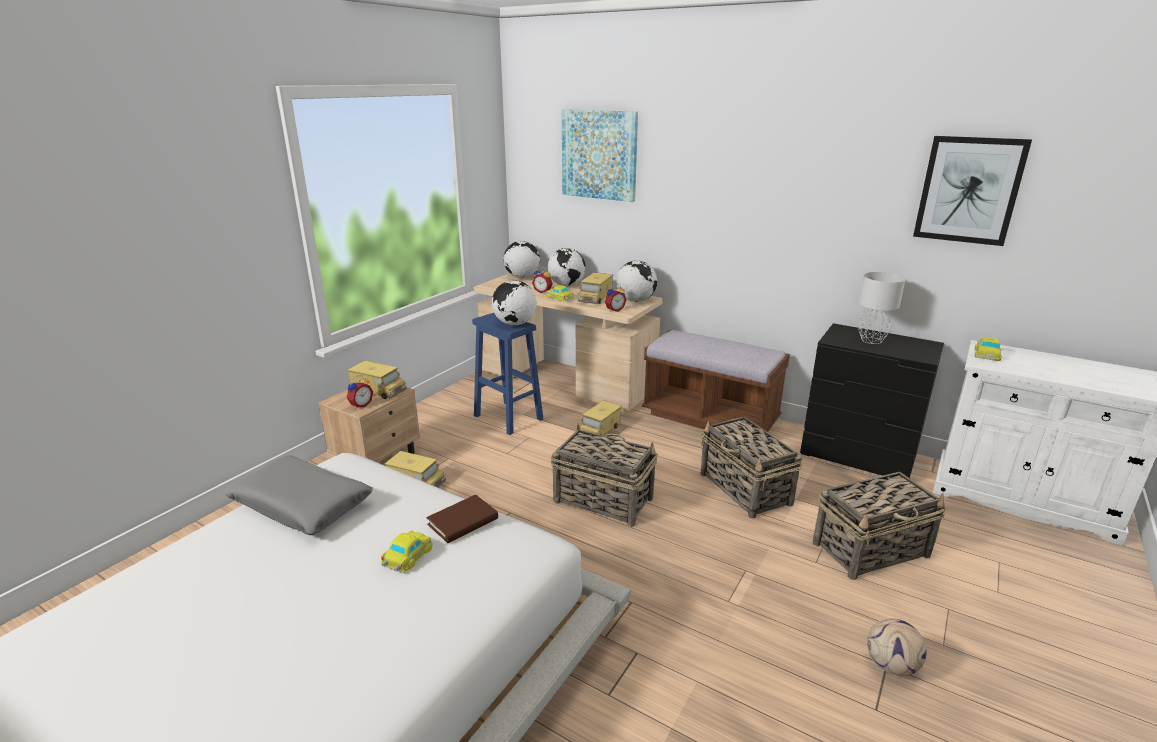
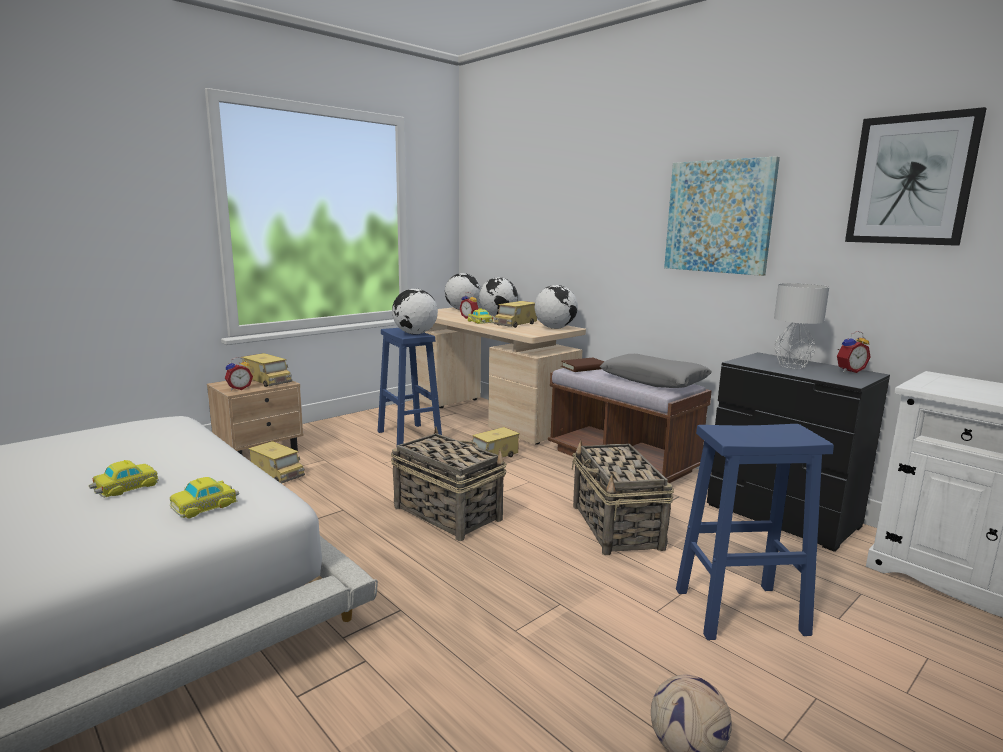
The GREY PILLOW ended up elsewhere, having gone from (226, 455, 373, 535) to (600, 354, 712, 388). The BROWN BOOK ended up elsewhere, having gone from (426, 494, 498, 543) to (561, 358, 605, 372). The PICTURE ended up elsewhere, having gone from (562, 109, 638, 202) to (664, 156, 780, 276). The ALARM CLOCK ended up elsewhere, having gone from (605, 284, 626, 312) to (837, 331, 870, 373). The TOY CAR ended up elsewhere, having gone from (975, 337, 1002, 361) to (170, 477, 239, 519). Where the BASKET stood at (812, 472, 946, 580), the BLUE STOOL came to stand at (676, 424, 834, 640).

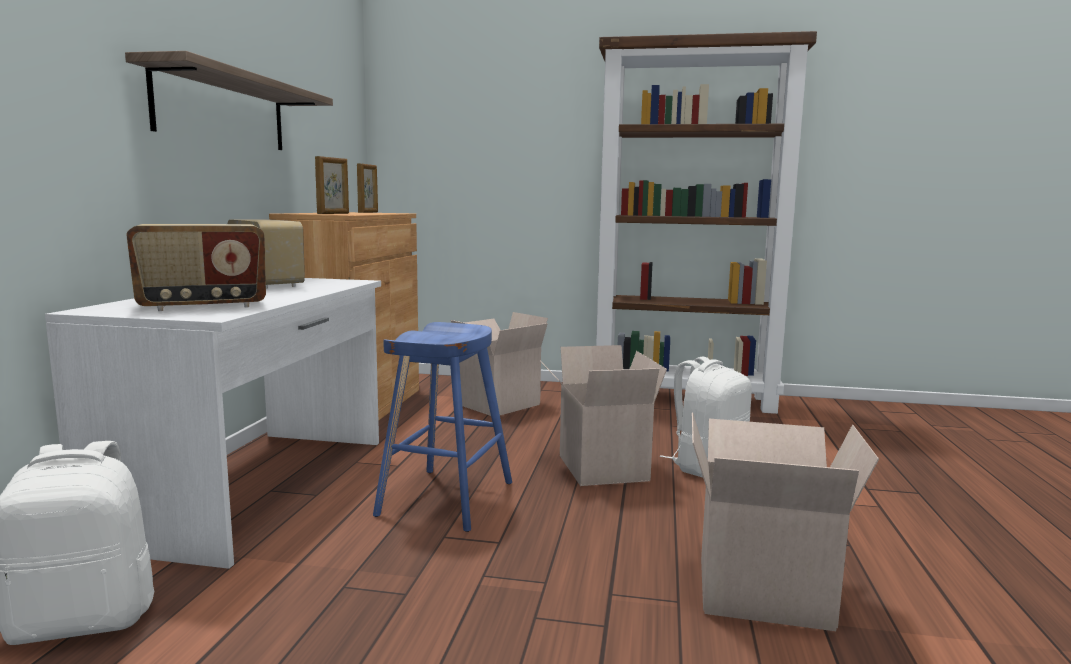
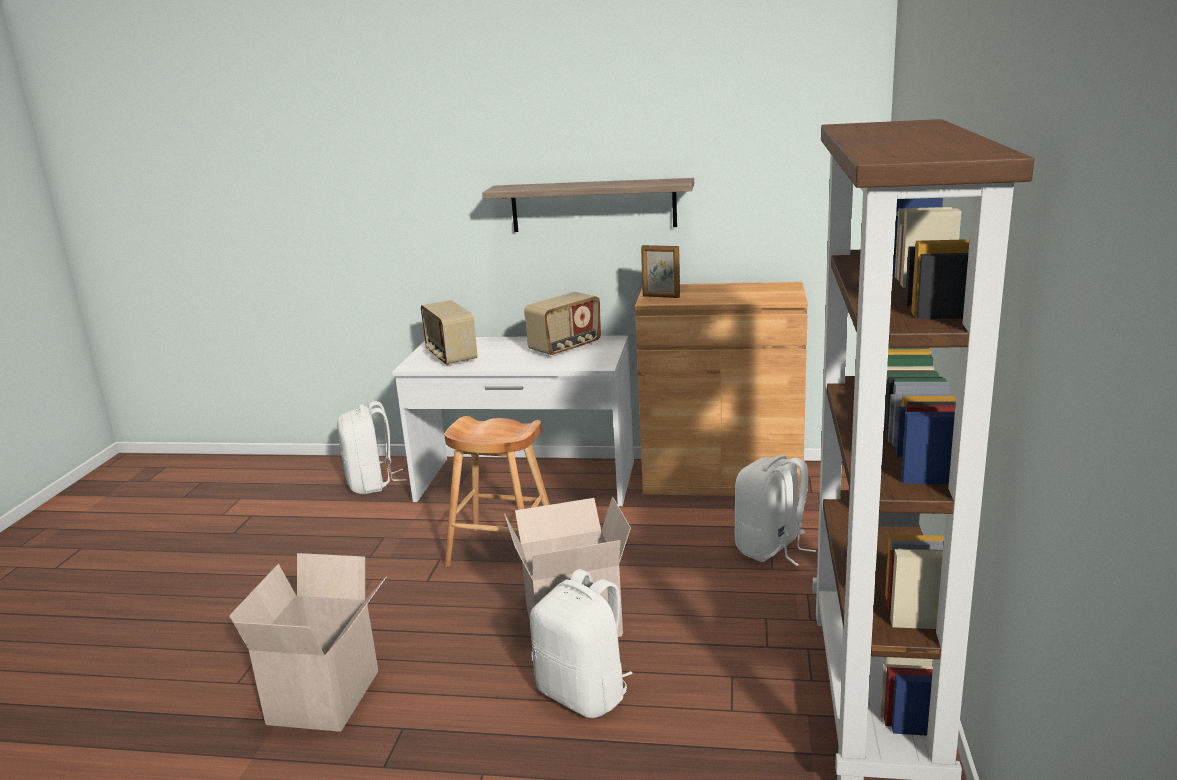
The second view lost the PICTURE FRAME at (357, 163, 378, 213). Where the CARDBOARD BOX stood at (451, 312, 548, 416), the WHITE BACKPACK came to stand at (735, 455, 816, 566). What was the BLUE STOOL at (373, 322, 512, 532) turned into the BROWN STOOL at (444, 416, 550, 568).

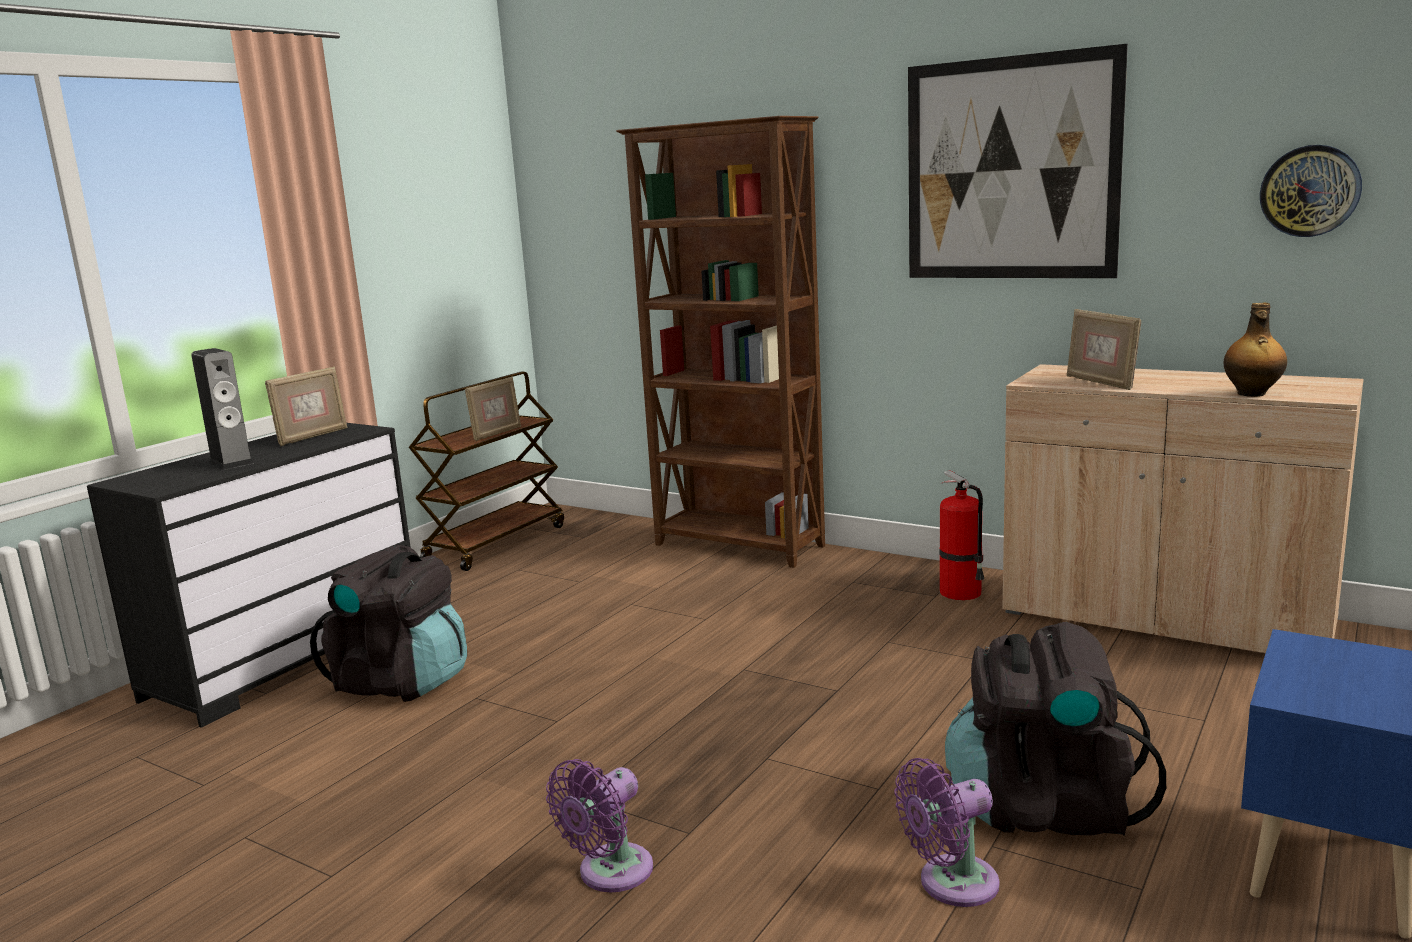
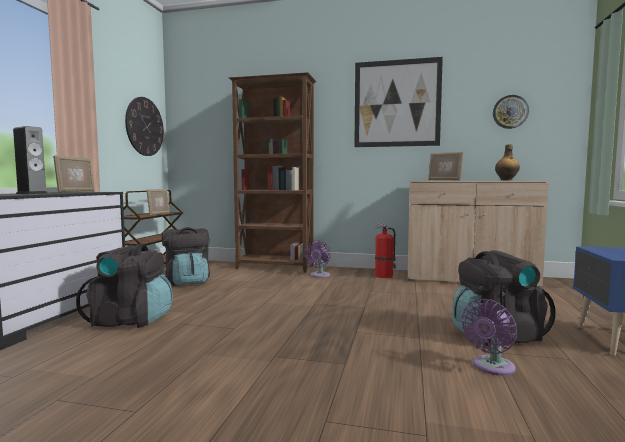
The second view gained the WALL CLOCK at (125, 97, 164, 156). The second view gained the BLACK BACKPACK at (162, 227, 210, 286). The PURPLE FAN ended up elsewhere, having gone from (546, 759, 653, 892) to (305, 240, 331, 278).

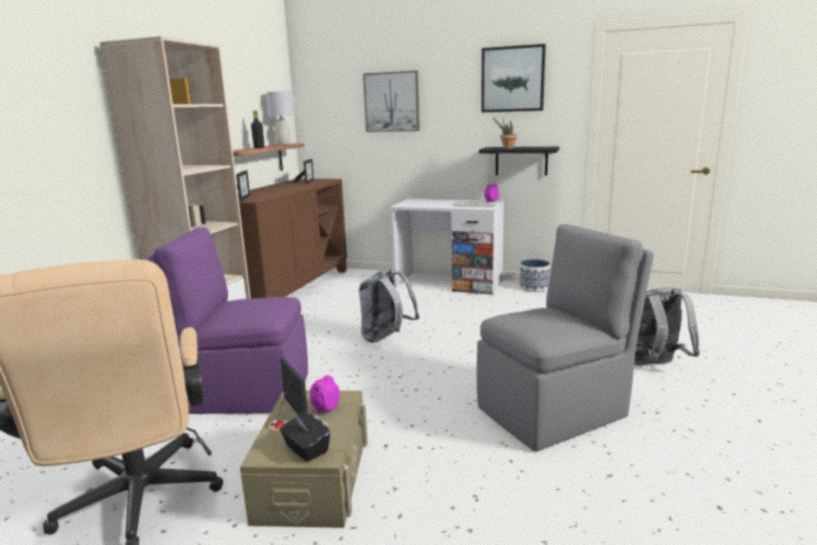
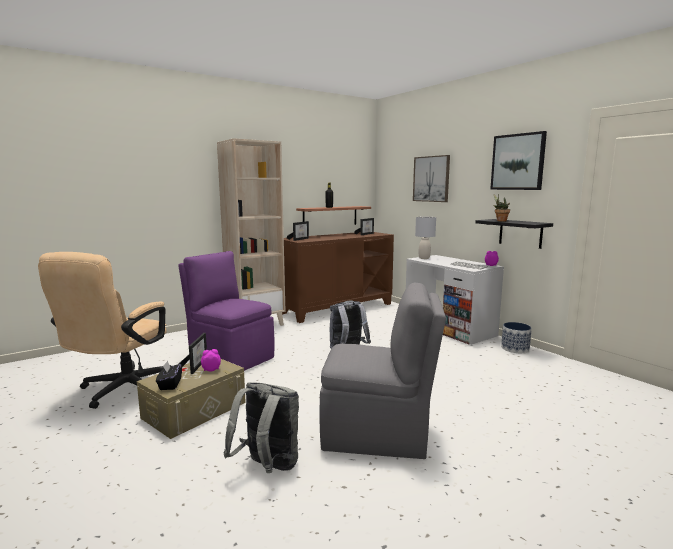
The GREY TABLE LAMP ended up elsewhere, having gone from (266, 91, 293, 145) to (415, 217, 436, 259). The GREY BACKPACK ended up elsewhere, having gone from (634, 287, 700, 365) to (224, 382, 299, 473).

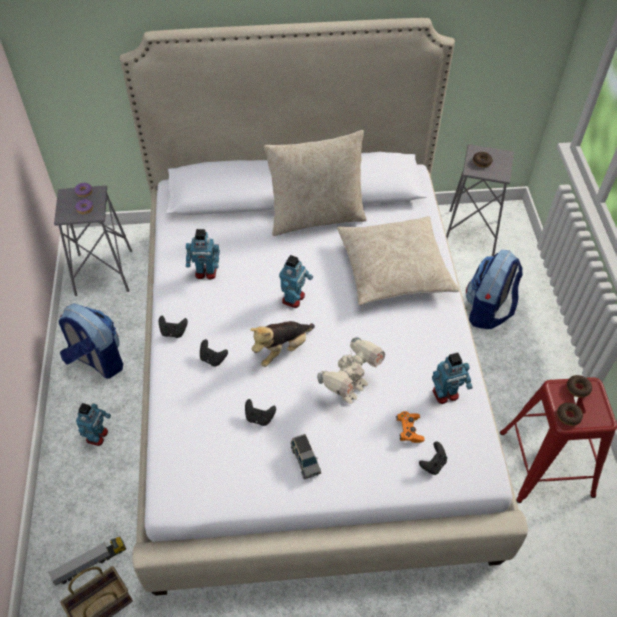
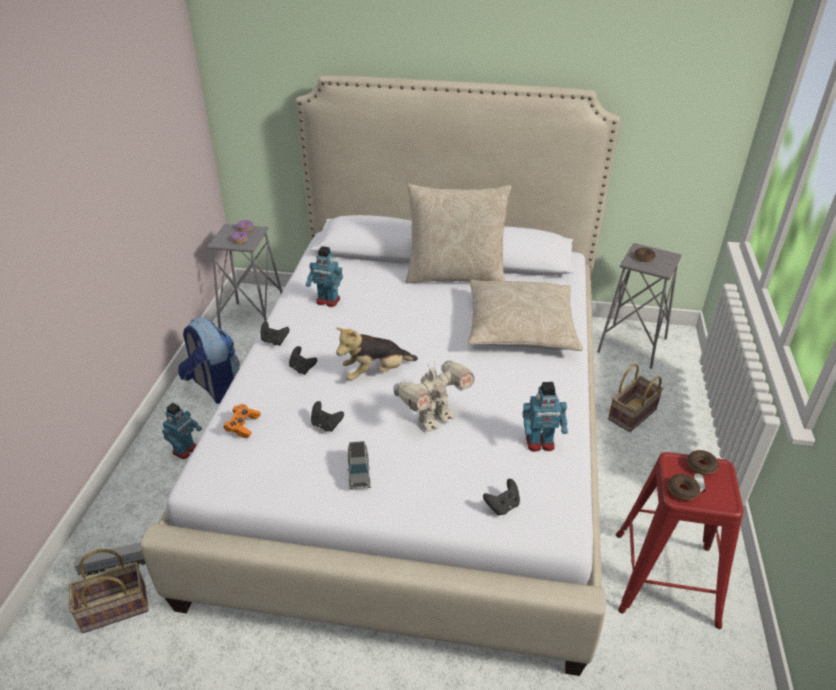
The second view lost the TOY ROBOT at (279, 255, 313, 308). The ORANGE GAME CONTROLLER ended up elsewhere, having gone from (396, 411, 425, 443) to (223, 404, 261, 438). Where the BACKPACK stood at (466, 250, 523, 329), the BASKET came to stand at (608, 364, 663, 432).

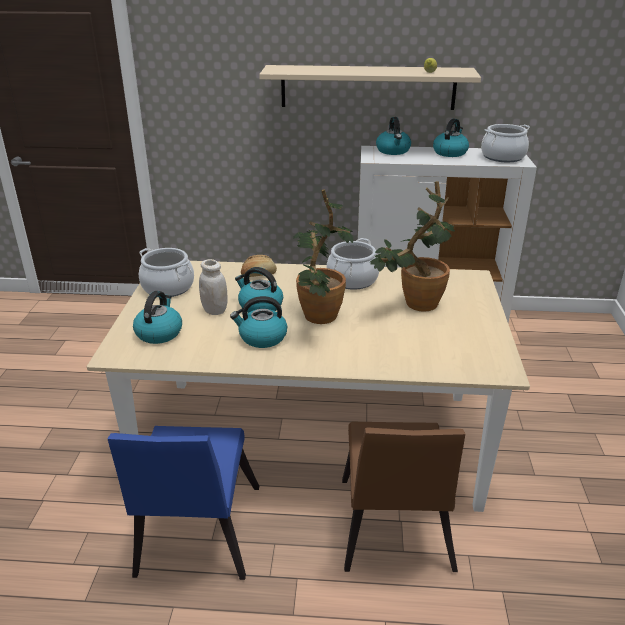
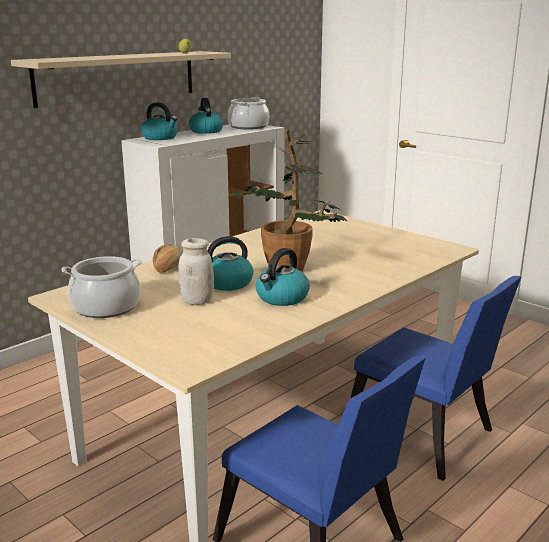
The second view lost the KETTLE at (133, 291, 182, 344). The second view lost the COOKING POT at (327, 238, 379, 289). The second view lost the POTTED PLANT at (370, 181, 455, 312). What was the BROWN CHAIR at (342, 422, 465, 572) turned into the BLUE CHAIR at (350, 276, 522, 481).

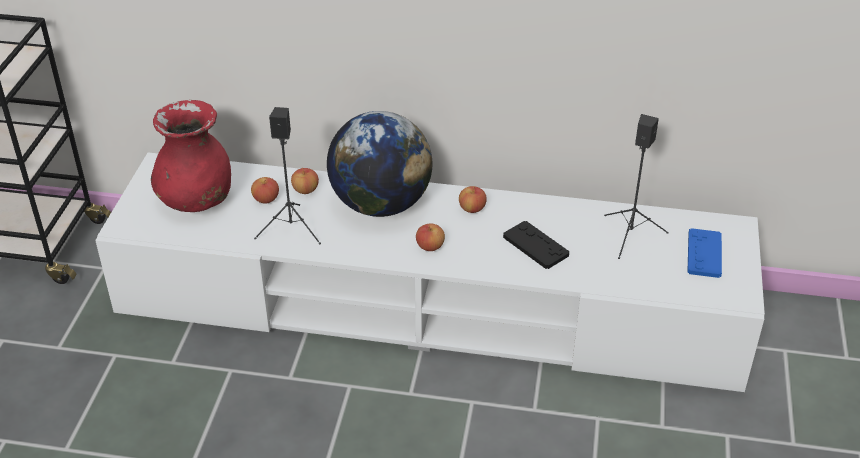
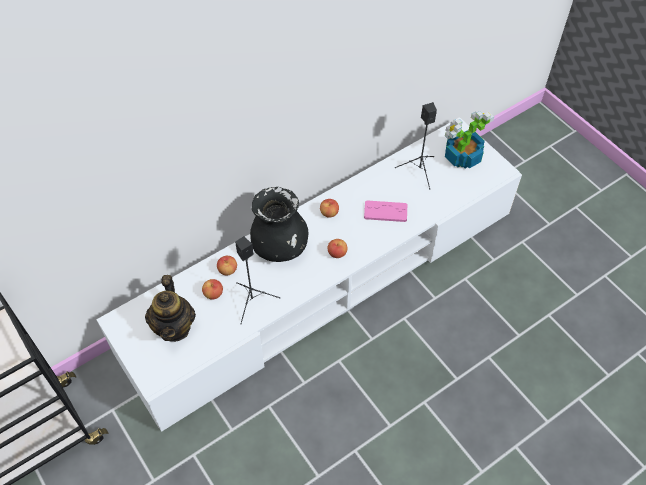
Where the RED VASE stood at (151, 100, 231, 212), the TEAPOT came to stand at (145, 275, 196, 342). Where the GLOBE stood at (327, 111, 433, 217), the BLACK VASE came to stand at (250, 187, 308, 262). Where the BLUE GAME CONTROLLER stood at (687, 228, 722, 278), the POTTED PLANT came to stand at (445, 111, 494, 169). What was the BLACK GAME CONTROLLER at (503, 221, 569, 269) turned into the PINK GAME CONTROLLER at (364, 200, 407, 222).

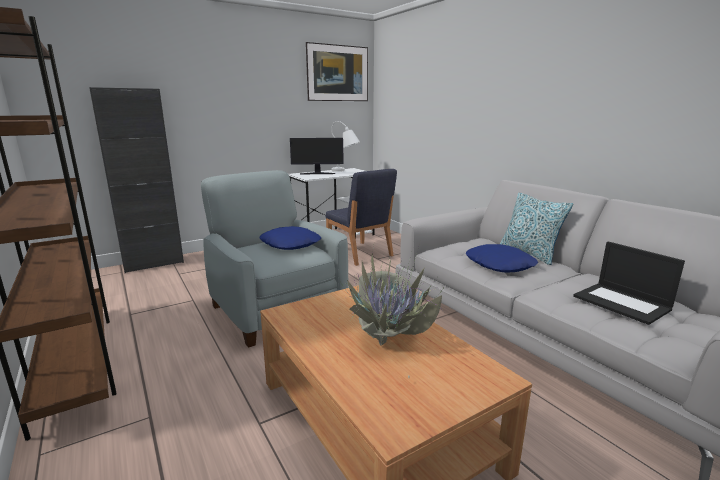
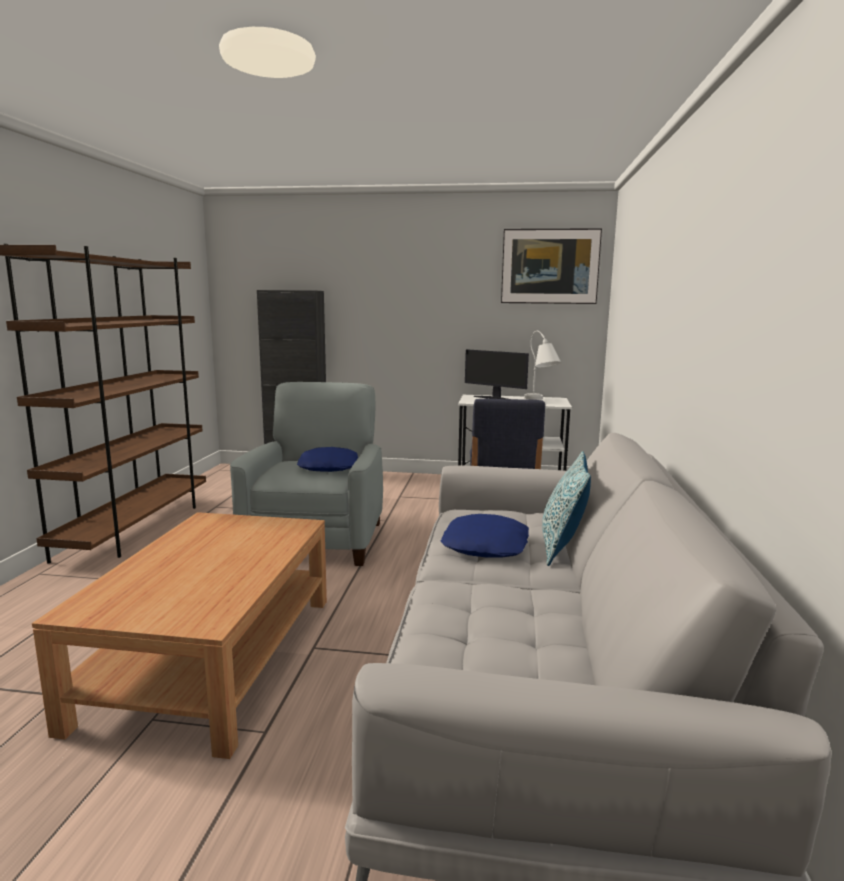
The second view lost the POTTED PLANT at (339, 245, 445, 378). The second view lost the LAPTOP at (573, 241, 685, 325).

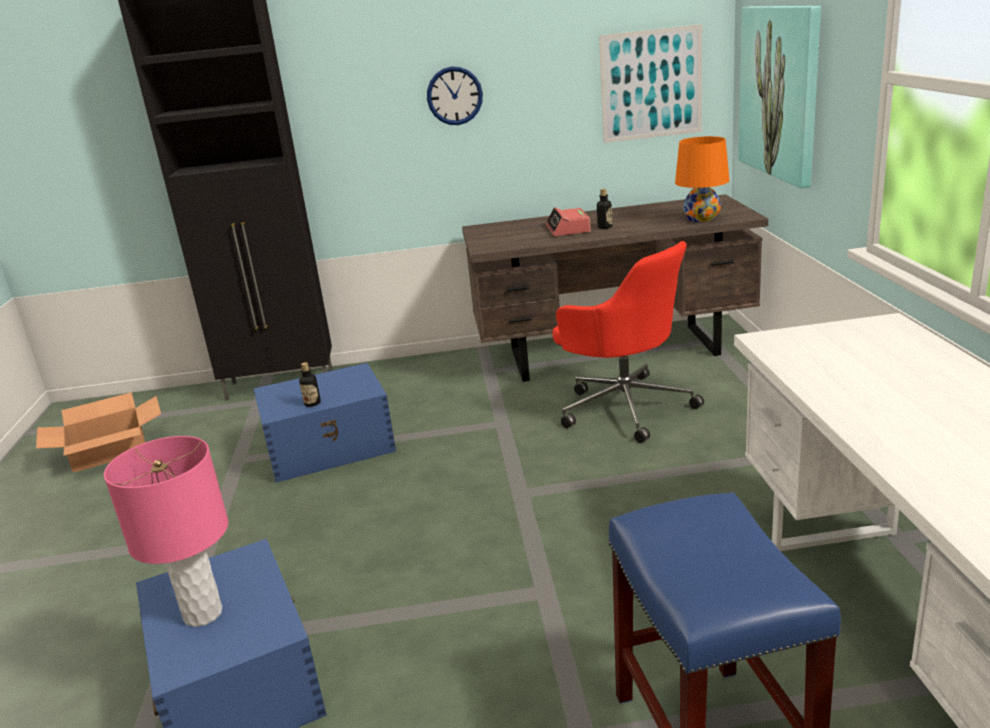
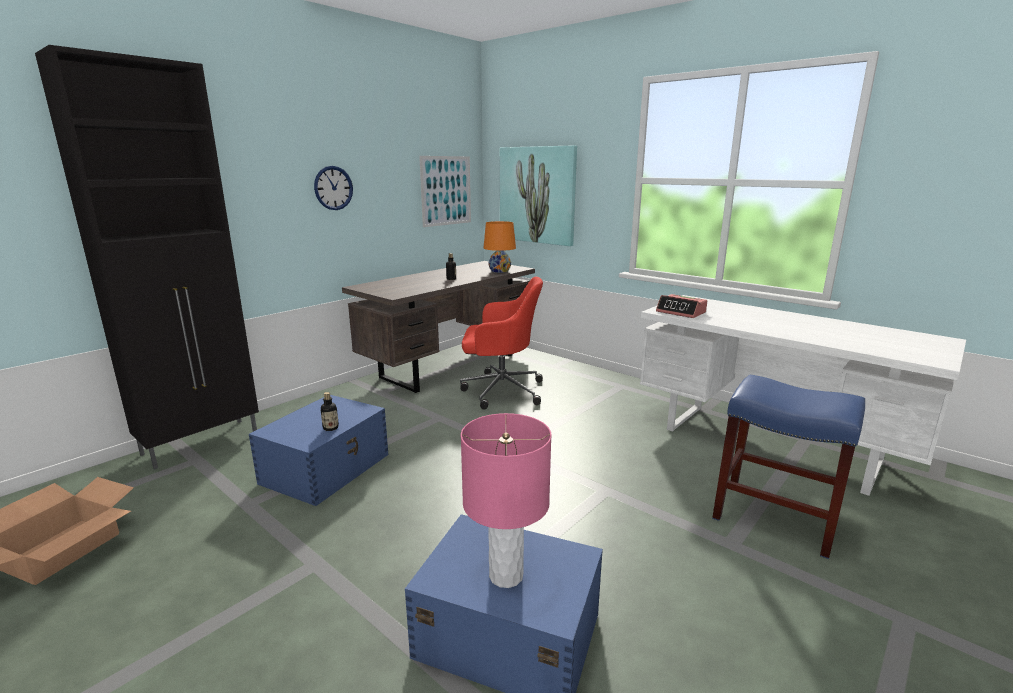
The ALARM CLOCK ended up elsewhere, having gone from (546, 207, 591, 236) to (656, 294, 707, 318).

